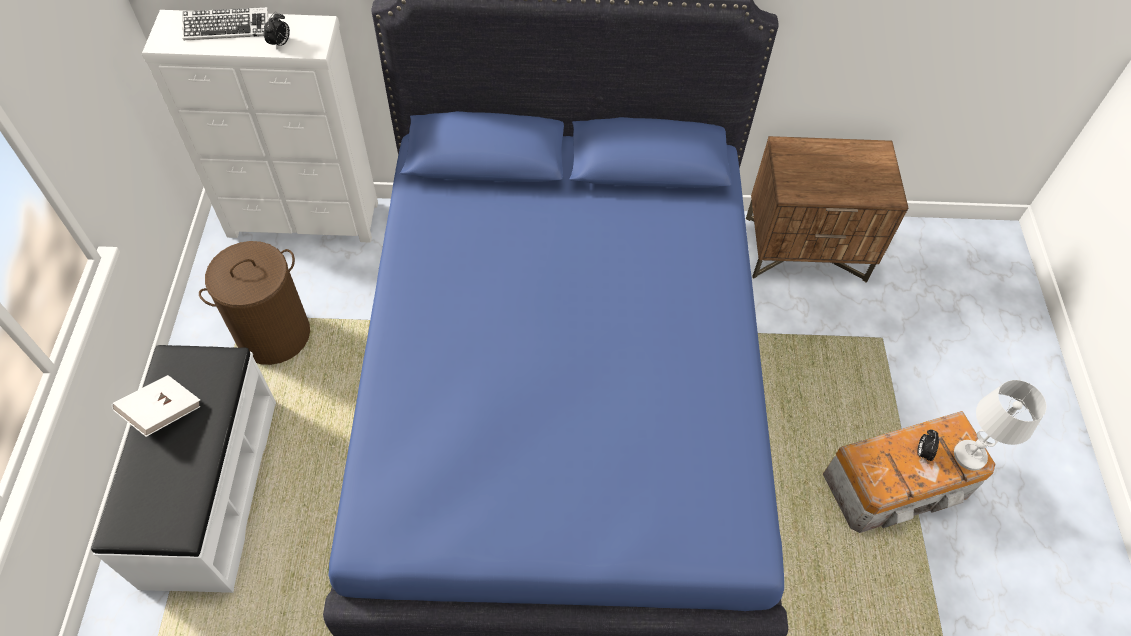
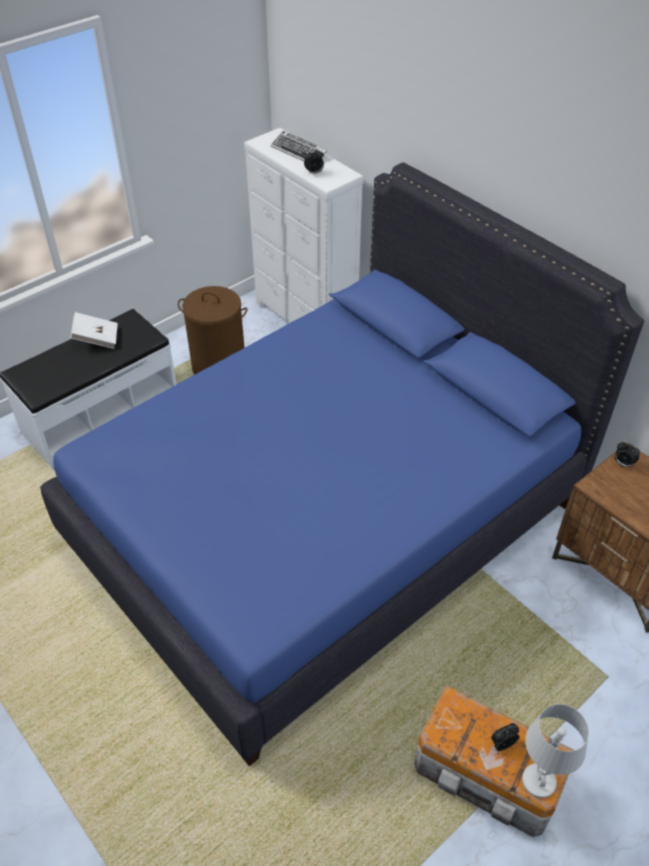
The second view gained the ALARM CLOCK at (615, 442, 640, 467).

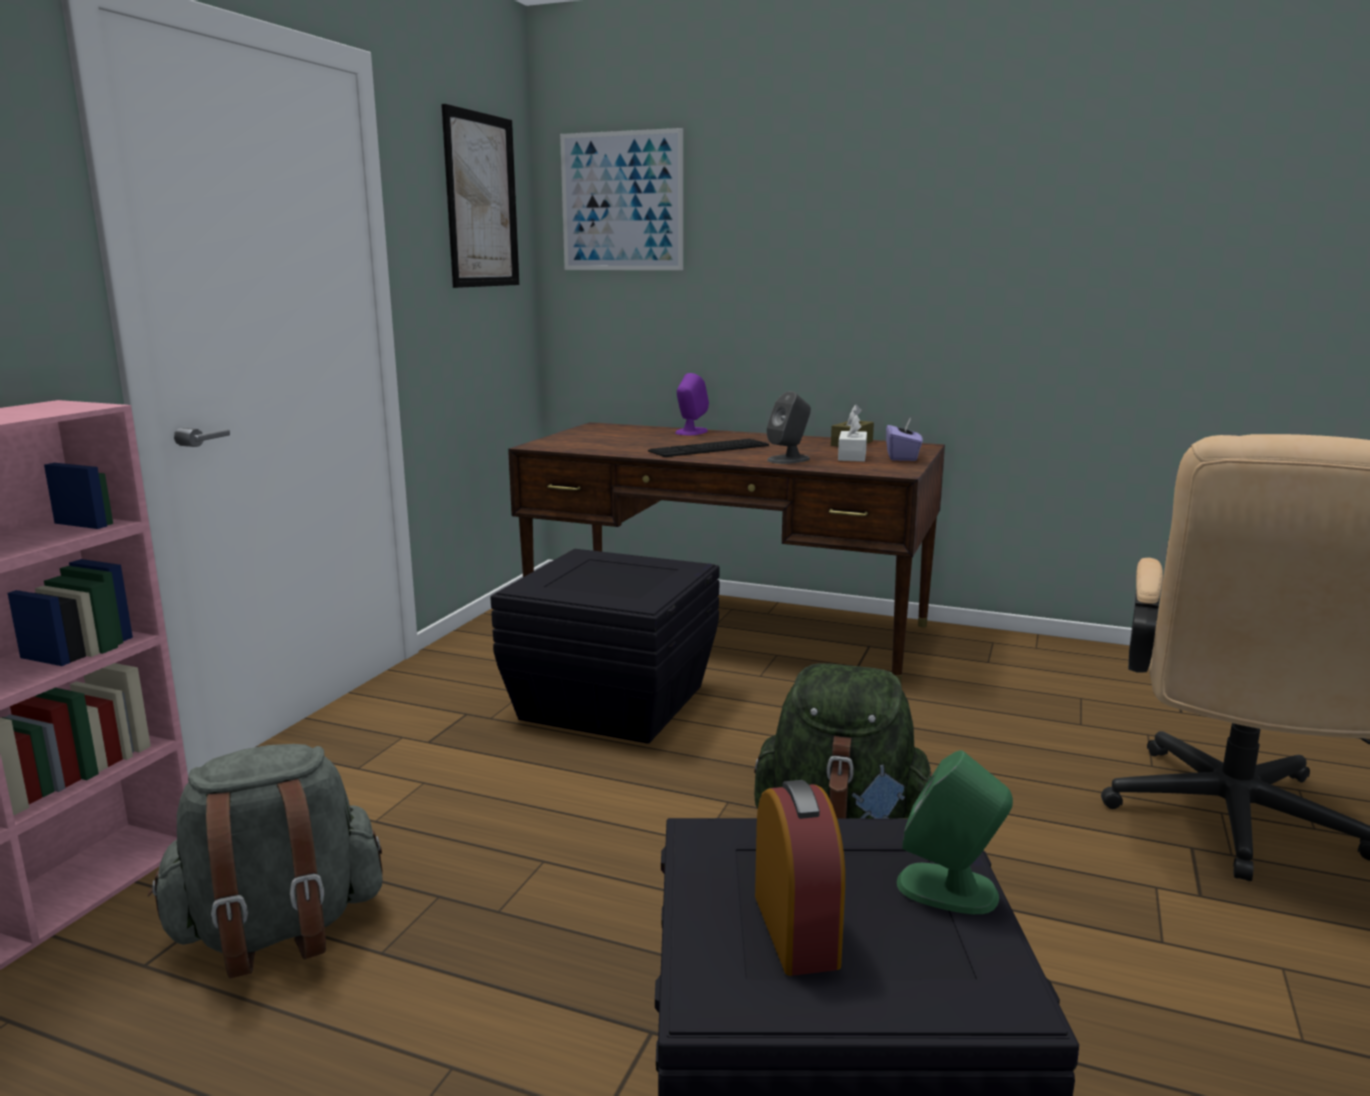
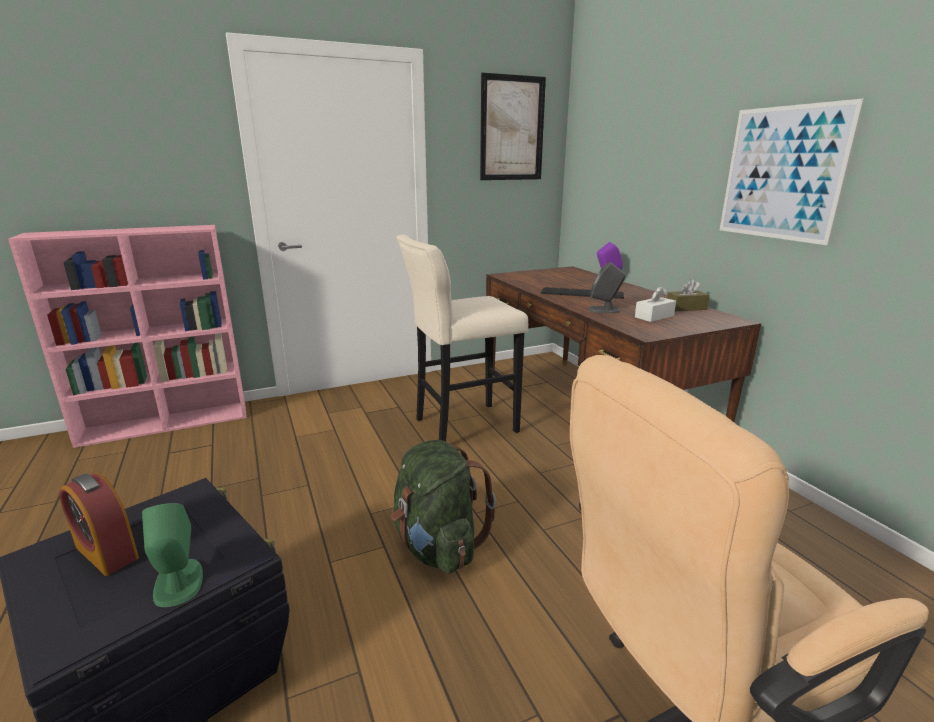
The second view lost the GREY BACKPACK at (148, 744, 383, 978). The second view lost the PURPLE TISSUE BOX at (886, 418, 923, 461). The PICTURE ended up elsewhere, having gone from (560, 128, 683, 270) to (720, 99, 865, 245). Where the BLACK STORAGE BOX stood at (490, 549, 720, 744), the BEIGE STOOL came to stand at (397, 235, 528, 442). The ALARM CLOCK at (755, 780, 845, 976) ended up facing another way, 90 degrees clockwise from before.

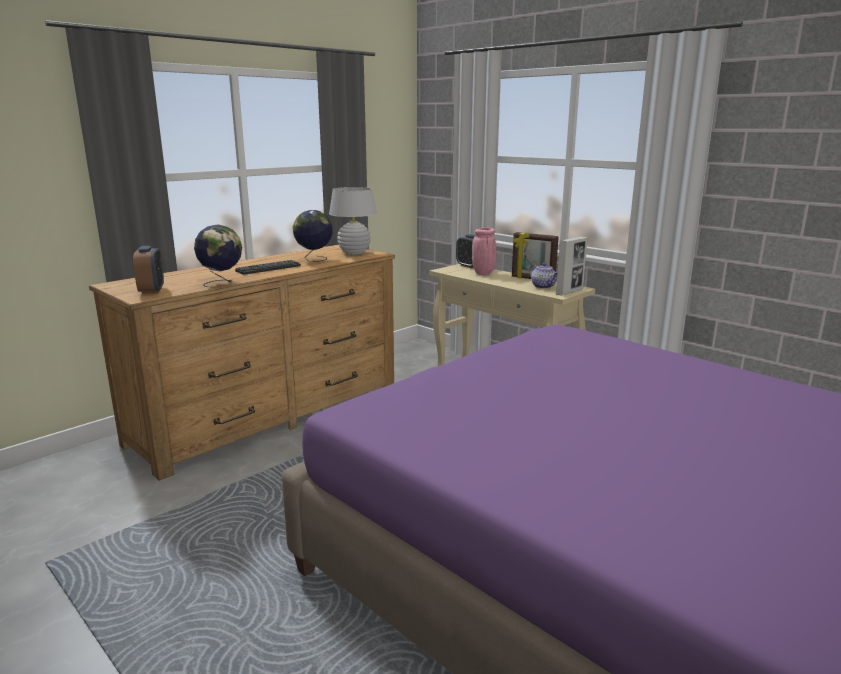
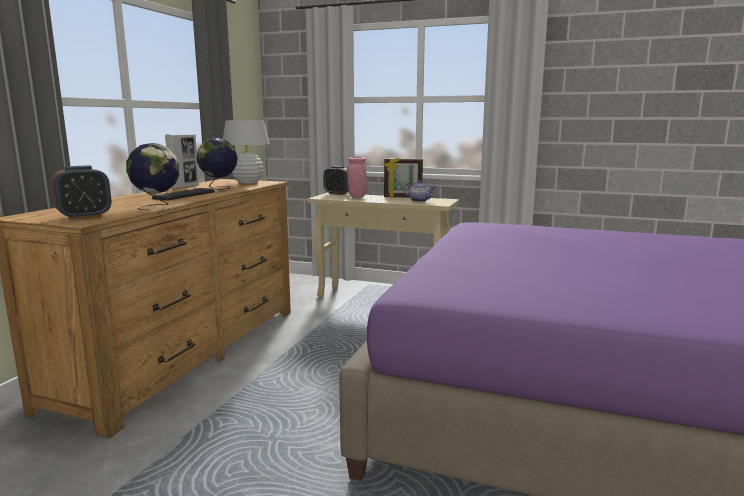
The PICTURE FRAME ended up elsewhere, having gone from (556, 237, 587, 296) to (165, 134, 199, 189). The ALARM CLOCK at (133, 246, 164, 294) ended up facing another way, 90 degrees clockwise from before.

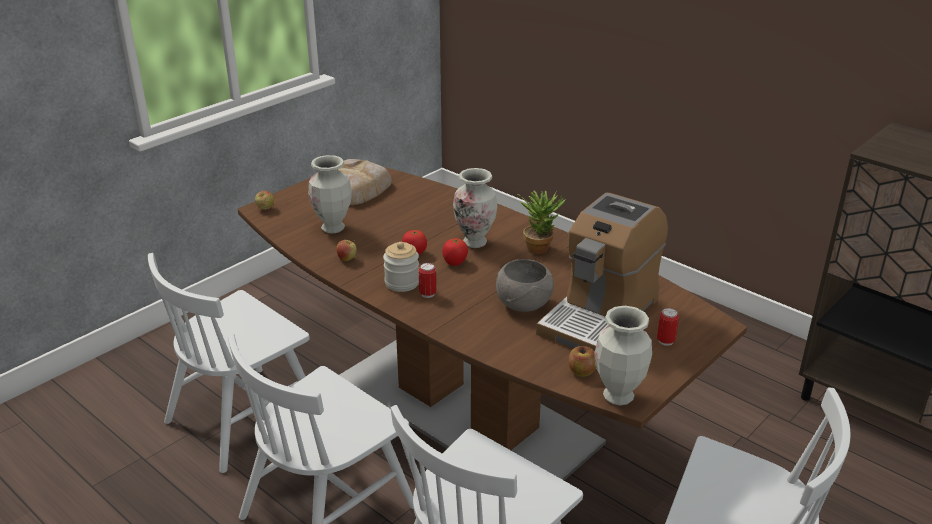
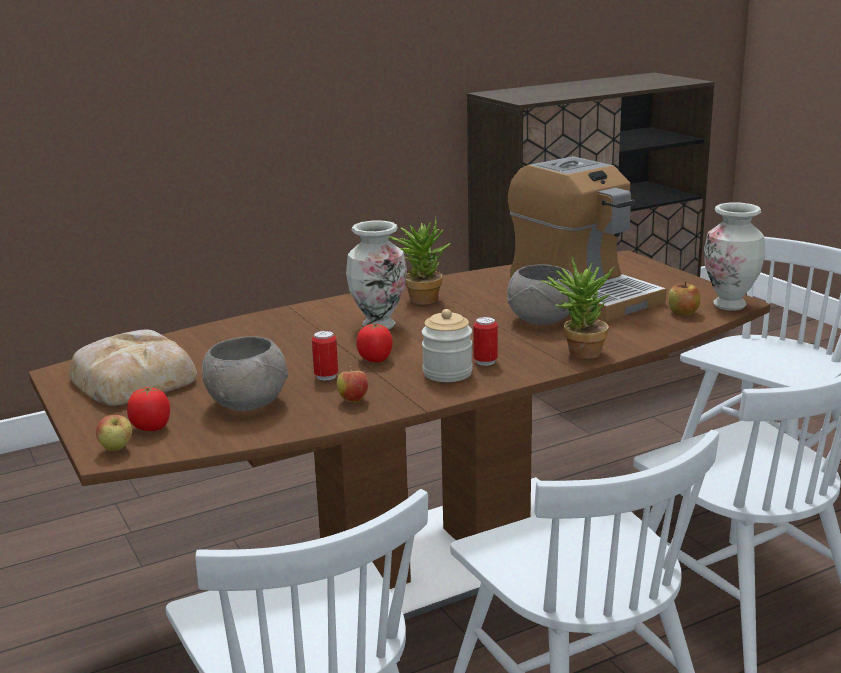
The second view gained the POTTED PLANT at (541, 257, 614, 359). The TOMATO ended up elsewhere, having gone from (442, 238, 468, 266) to (127, 386, 170, 431). The CAN ended up elsewhere, having gone from (657, 308, 679, 346) to (312, 330, 338, 381). Where the VASE stood at (308, 155, 352, 233), the GREY BOWL came to stand at (202, 336, 288, 411).

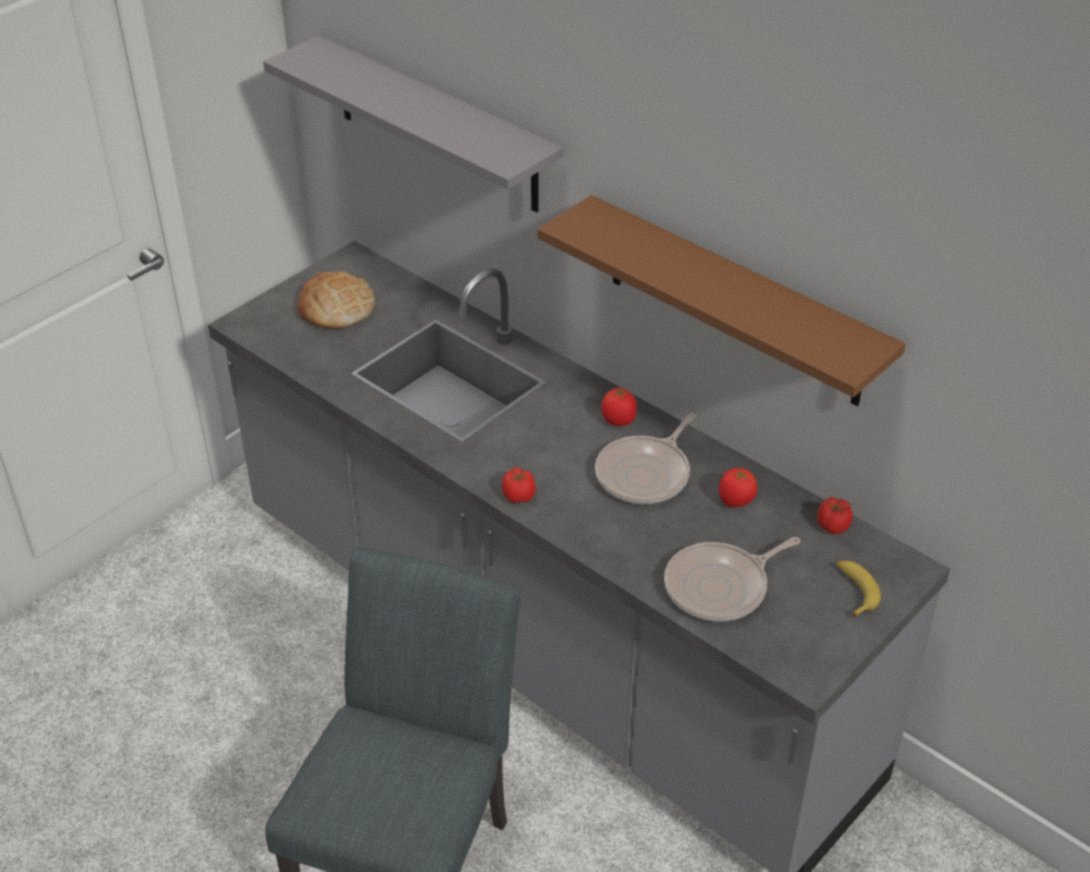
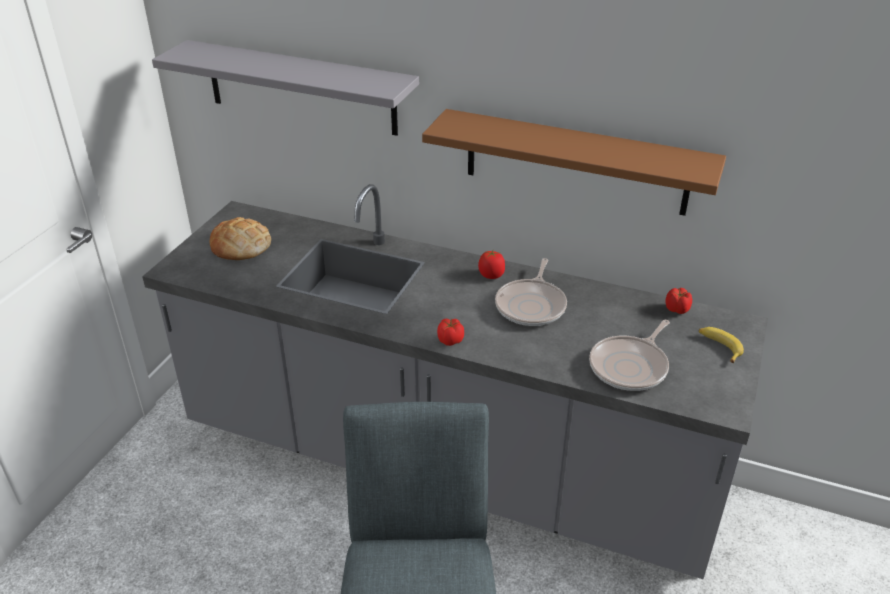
The second view lost the TOMATO at (719, 468, 757, 507).

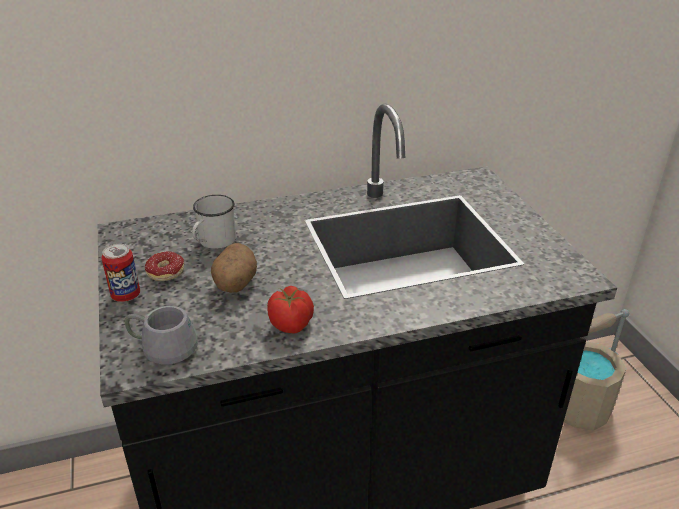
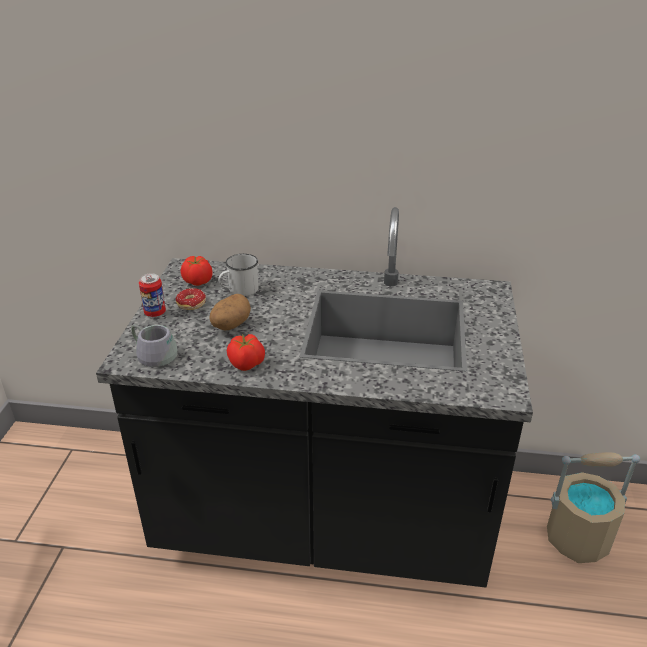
The second view gained the TOMATO at (181, 256, 213, 286).

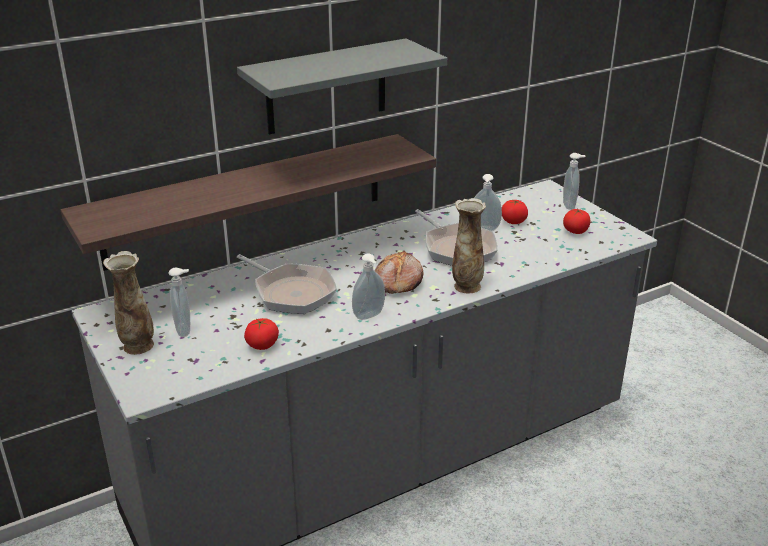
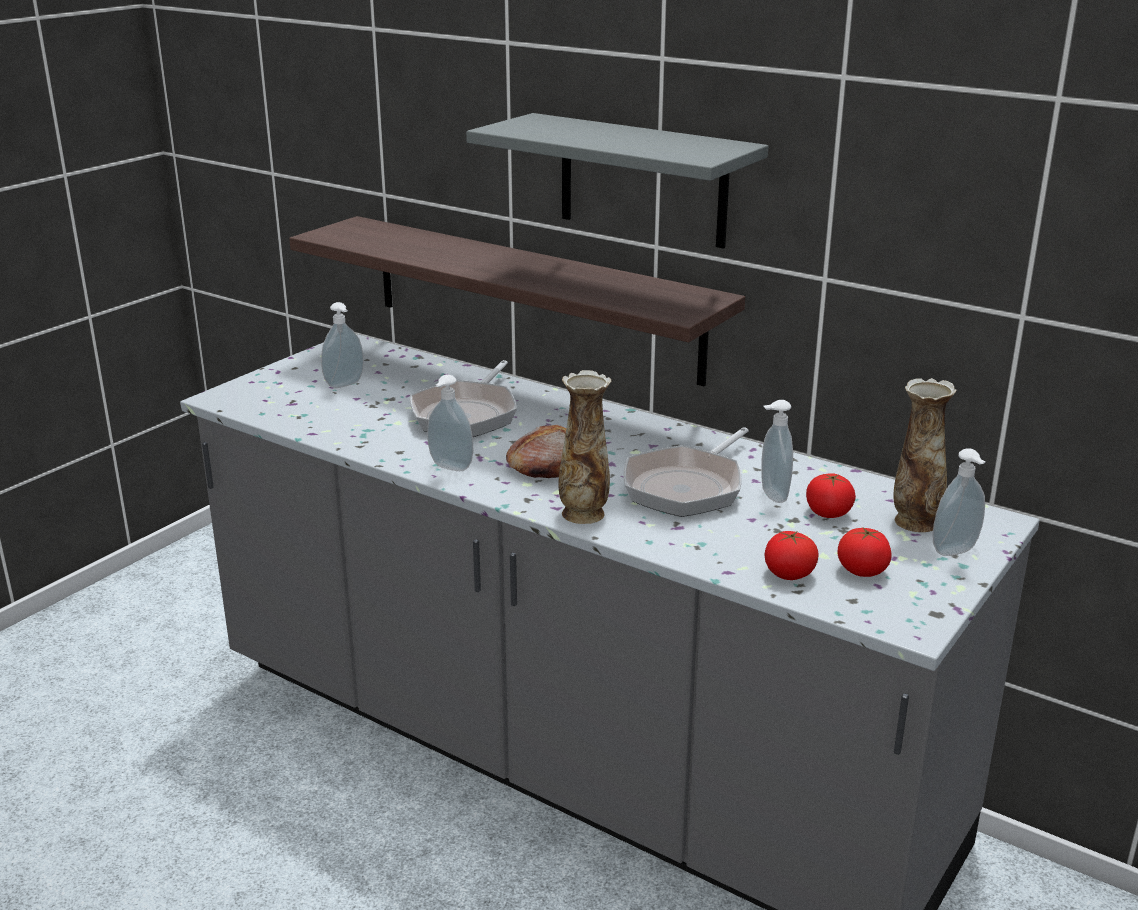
The VASE ended up elsewhere, having gone from (103, 251, 154, 355) to (893, 378, 957, 532). The TOMATO ended up elsewhere, having gone from (244, 318, 279, 350) to (765, 531, 819, 580).

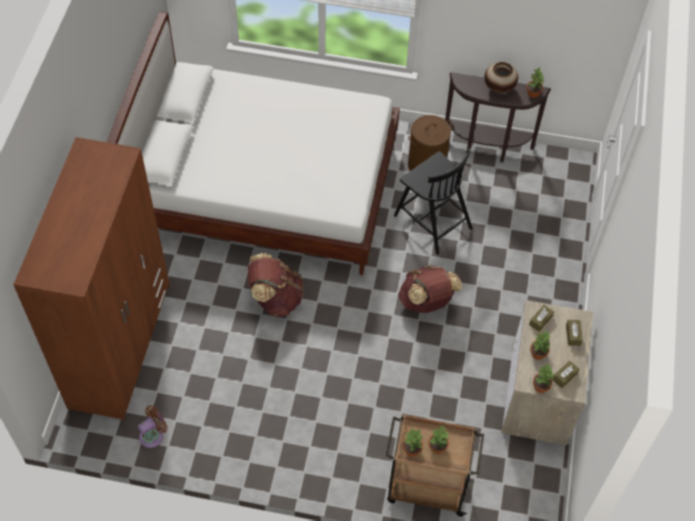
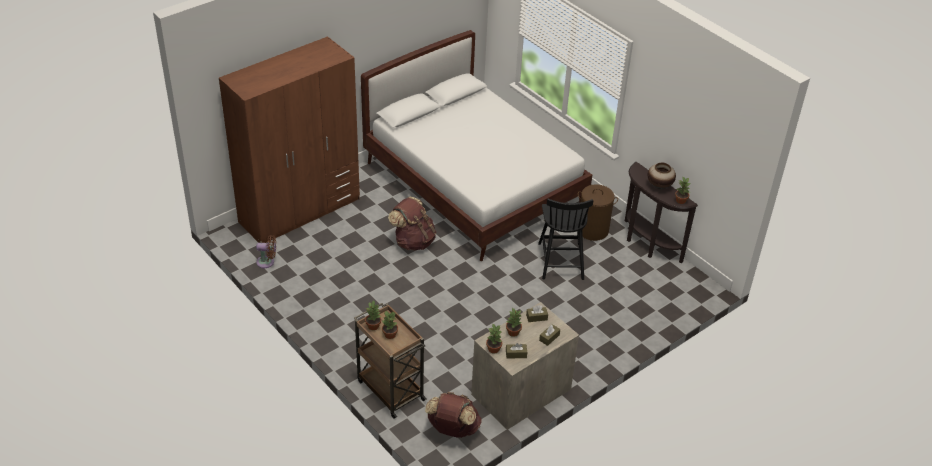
The BROWN BACKPACK ended up elsewhere, having gone from (398, 265, 462, 313) to (425, 392, 482, 438).

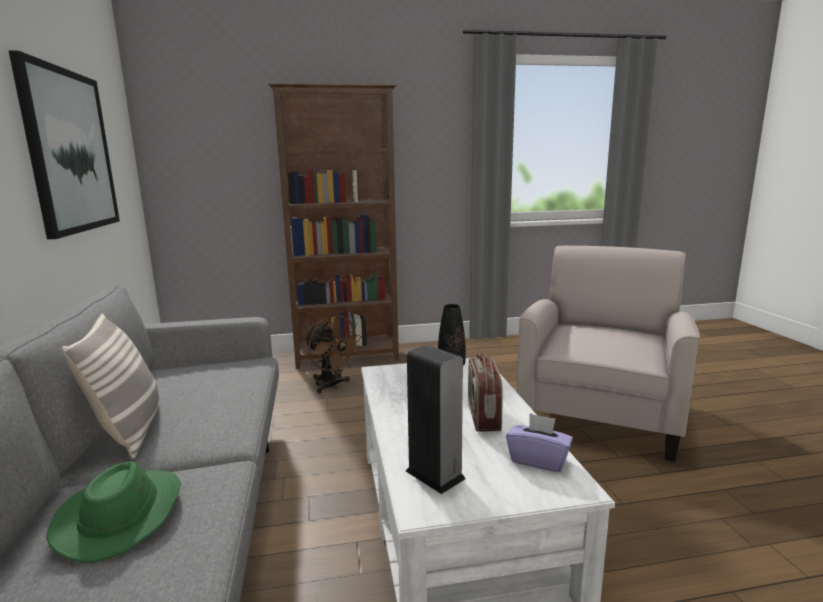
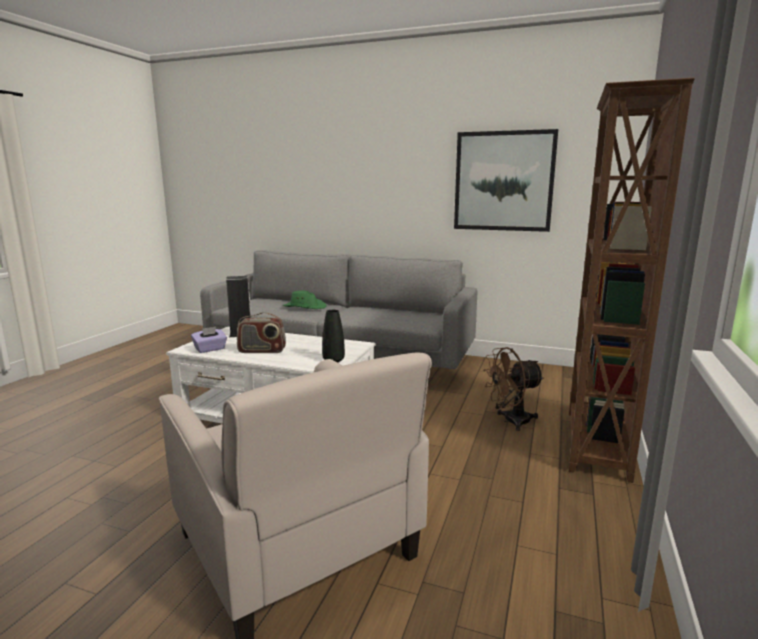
The second view lost the PILLOW at (61, 313, 159, 459). The RADIO at (468, 353, 503, 432) ended up facing another way, 150 degrees clockwise from before.

